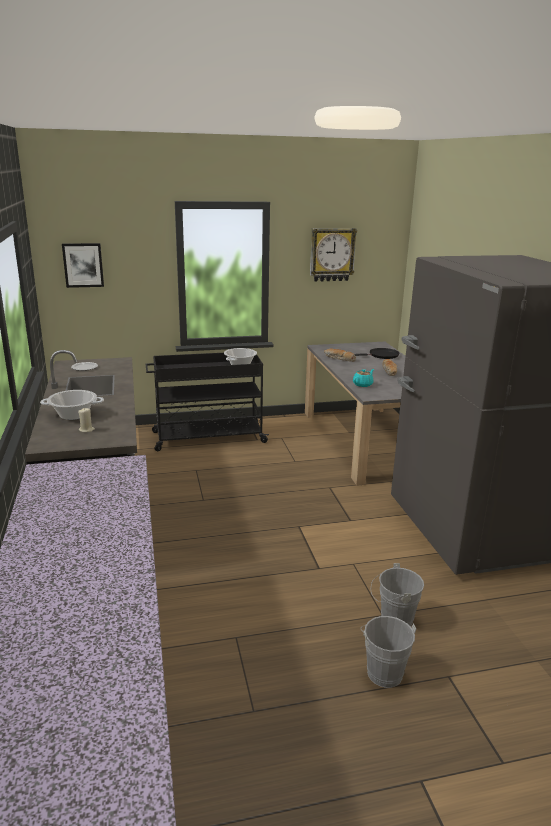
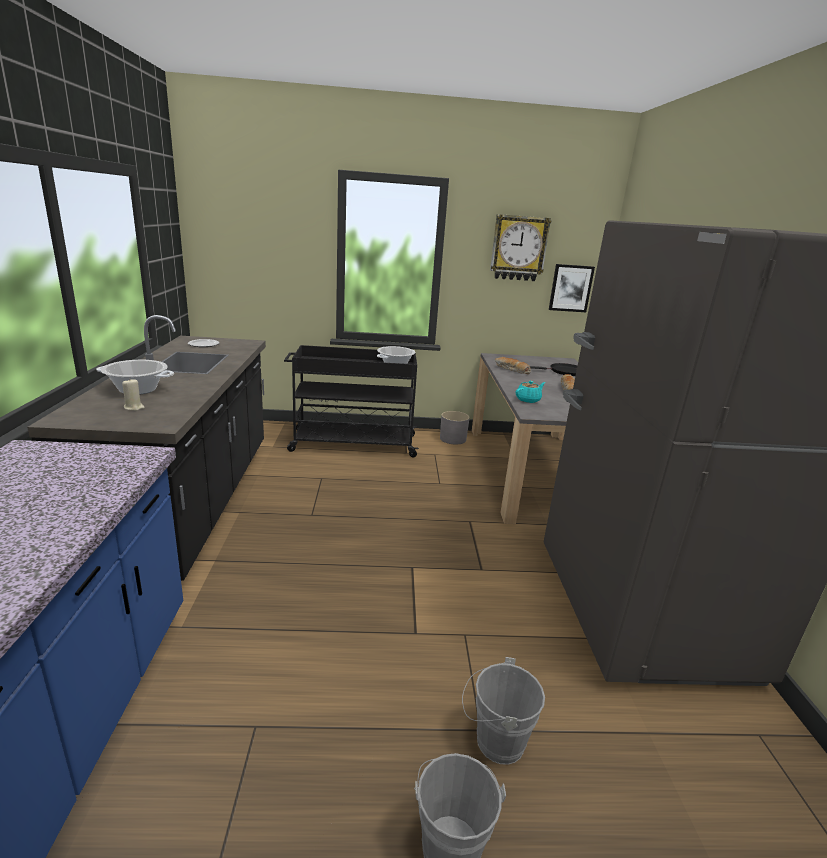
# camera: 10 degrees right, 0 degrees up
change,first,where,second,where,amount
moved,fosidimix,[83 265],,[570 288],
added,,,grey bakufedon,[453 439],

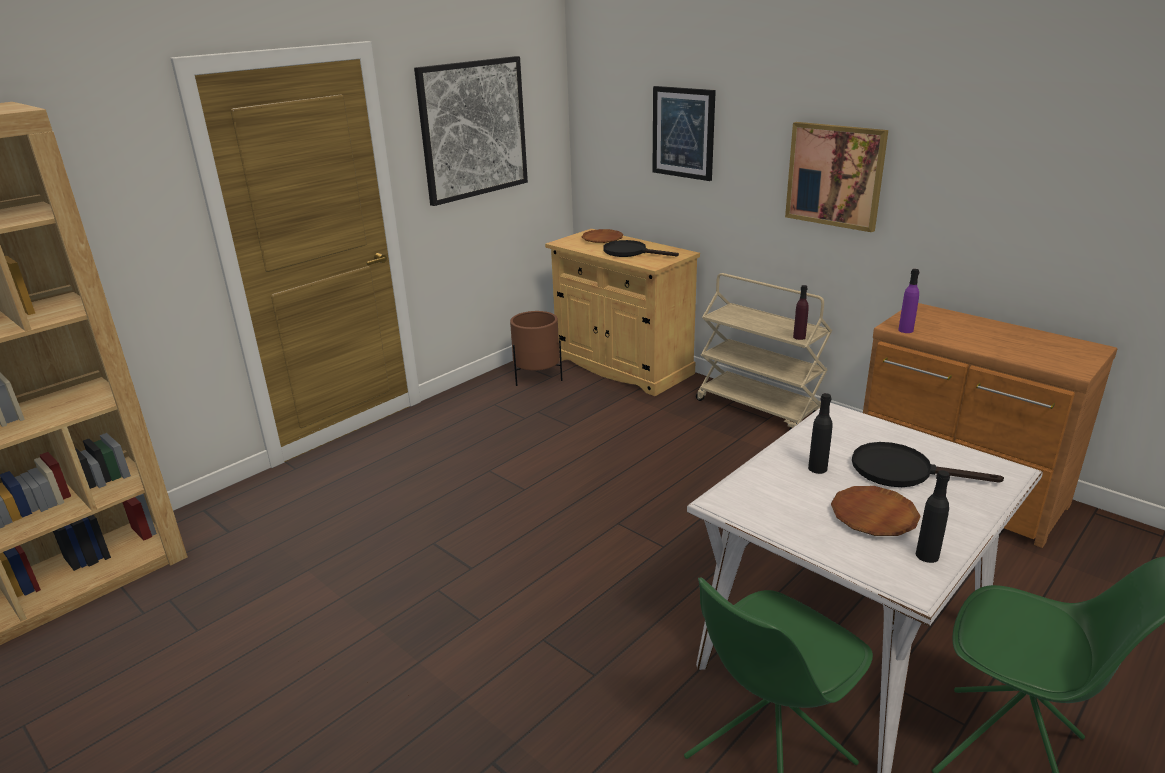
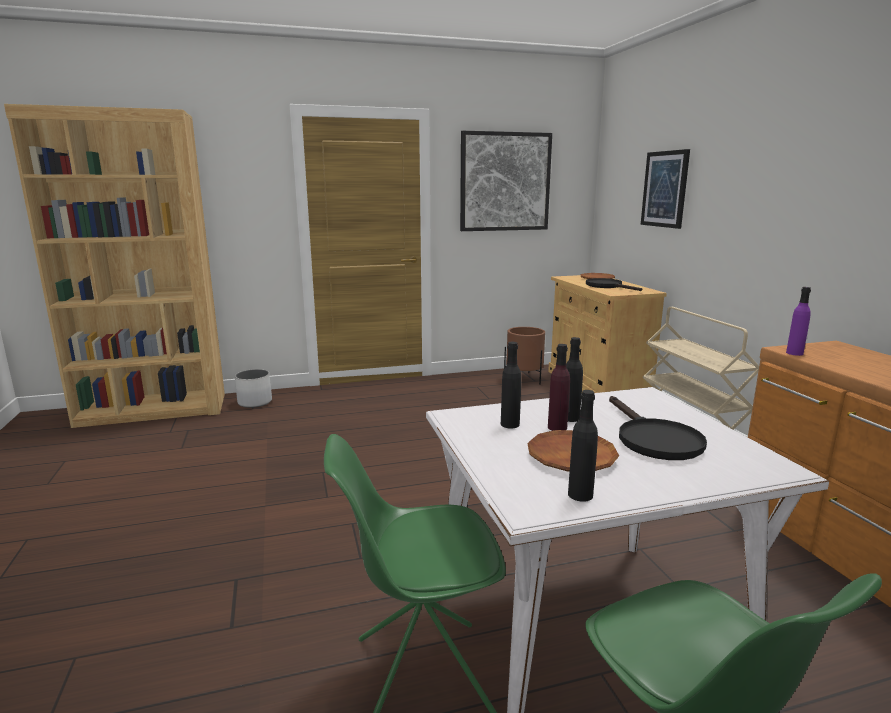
# camera: 30 degrees right, 10 degrees down
change,first,where,second,where,amount
removed,fosidimix,[835 175],,,
moved,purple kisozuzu,[799 337],,[557 427],
turned,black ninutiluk,[902 471],,[653 439],150 degrees counterclockwise
added,,,white bakufedon,[255 402],
added,,,black kisozuzu,[510 424],

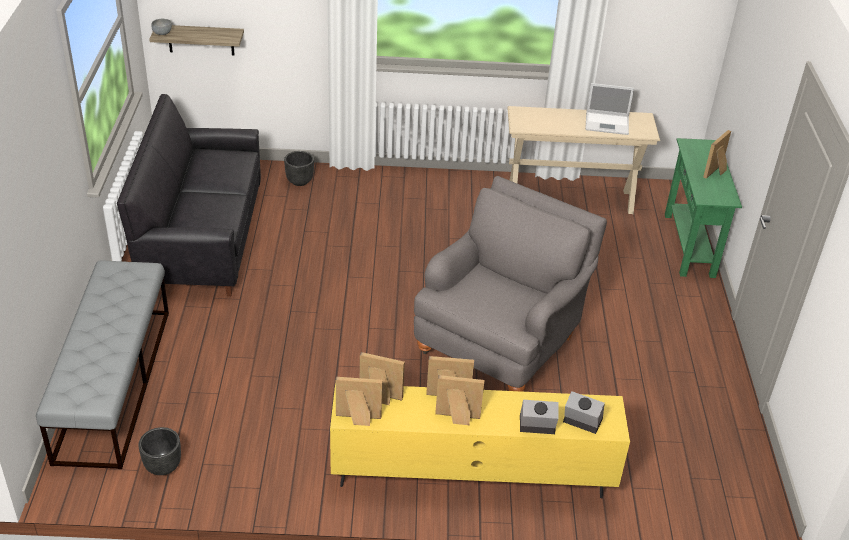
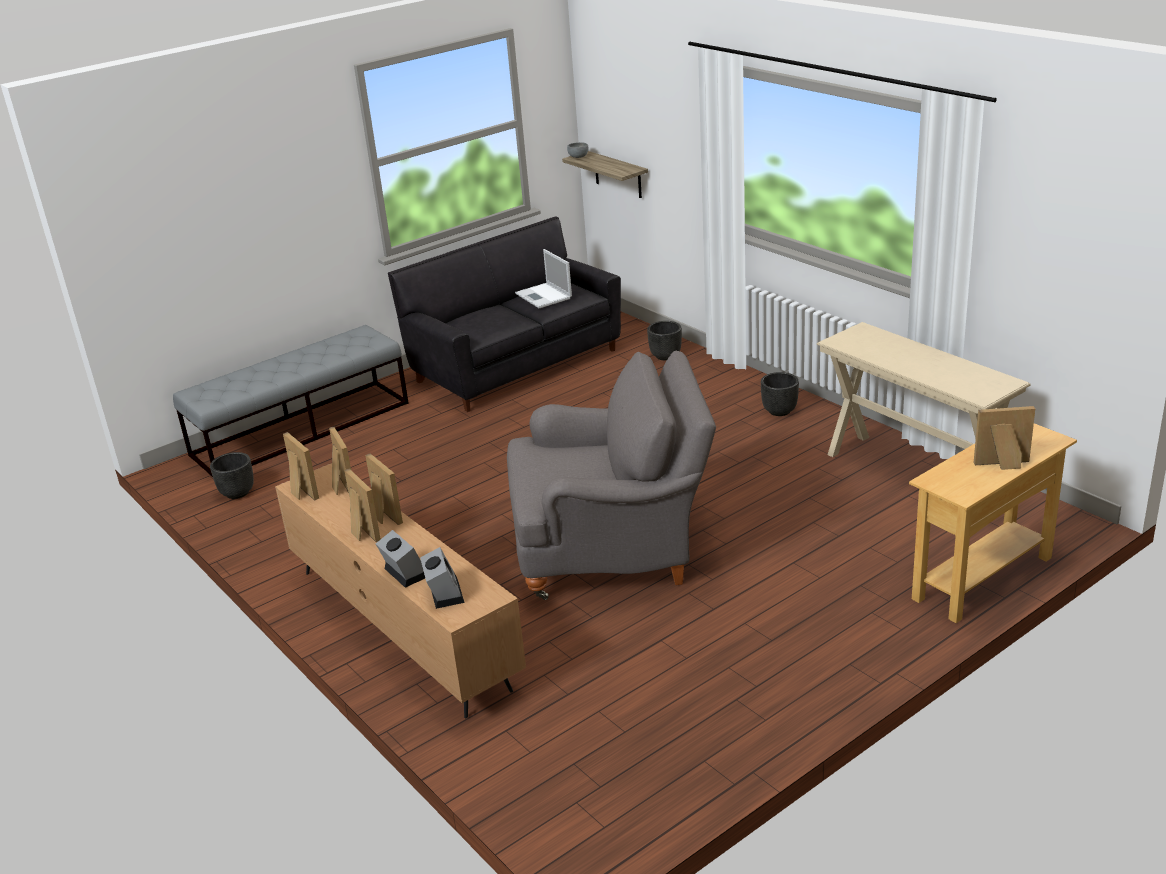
# camera: 55 degrees right, 10 degrees down
change,first,where,second,where,amount
recoloured,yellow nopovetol,[472 474],brown nopovetol,[403 628],
moved,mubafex,[608 123],,[544 296],
recoloured,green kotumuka,[689 245],beige kotumuka,[982 578],
added,,,black bakufedon,[780 411],

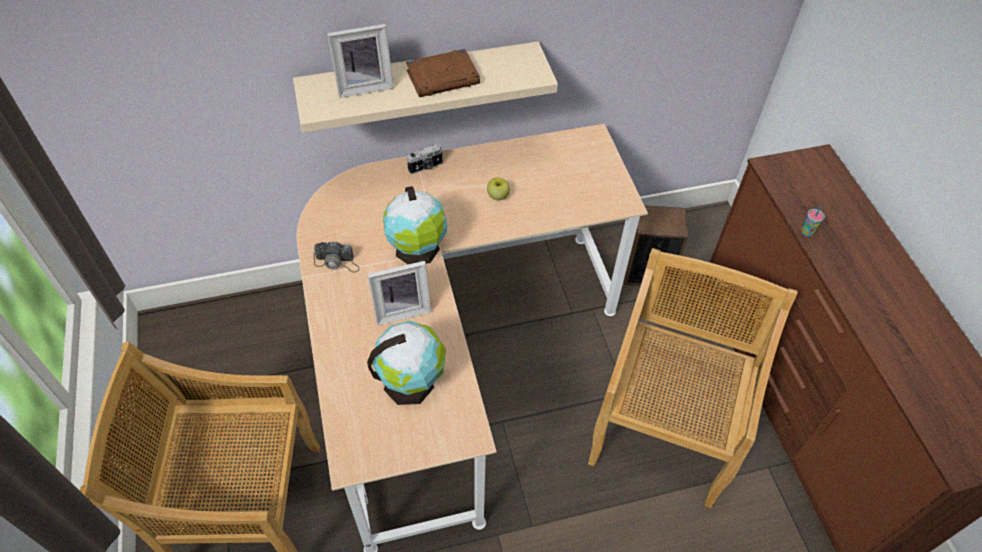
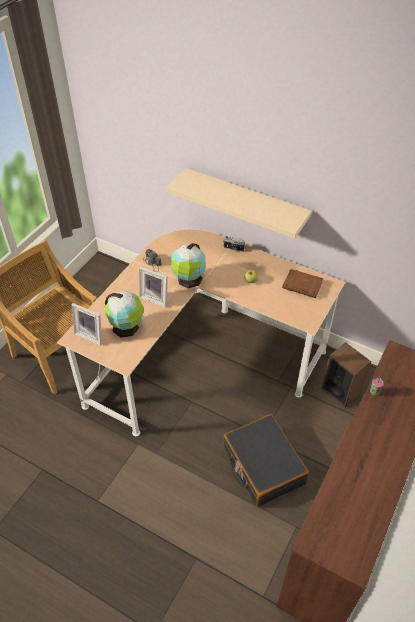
# camera: 45 degrees right, 5 degrees down
change,first,where,second,where,amount
moved,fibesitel,[364 85],,[91 335],
moved,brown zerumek,[443 77],,[302 285],
replaced,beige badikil,[664 429],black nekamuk,[263 465],

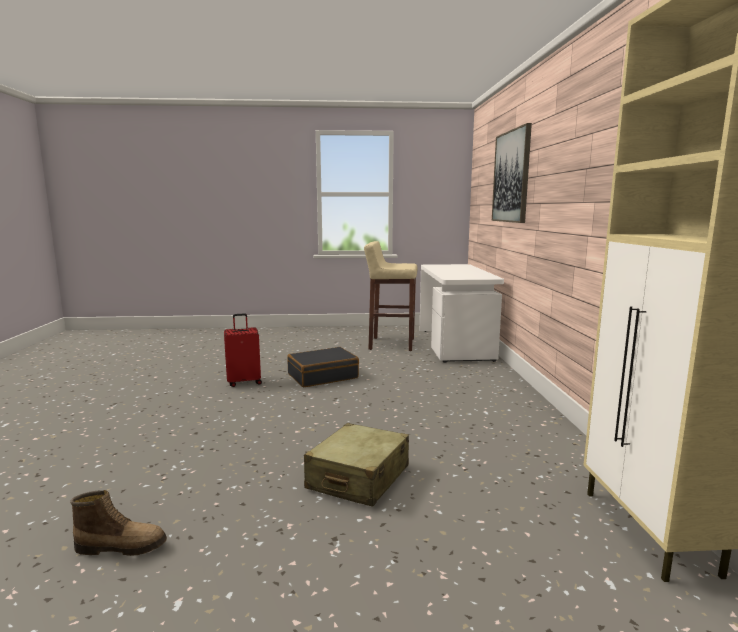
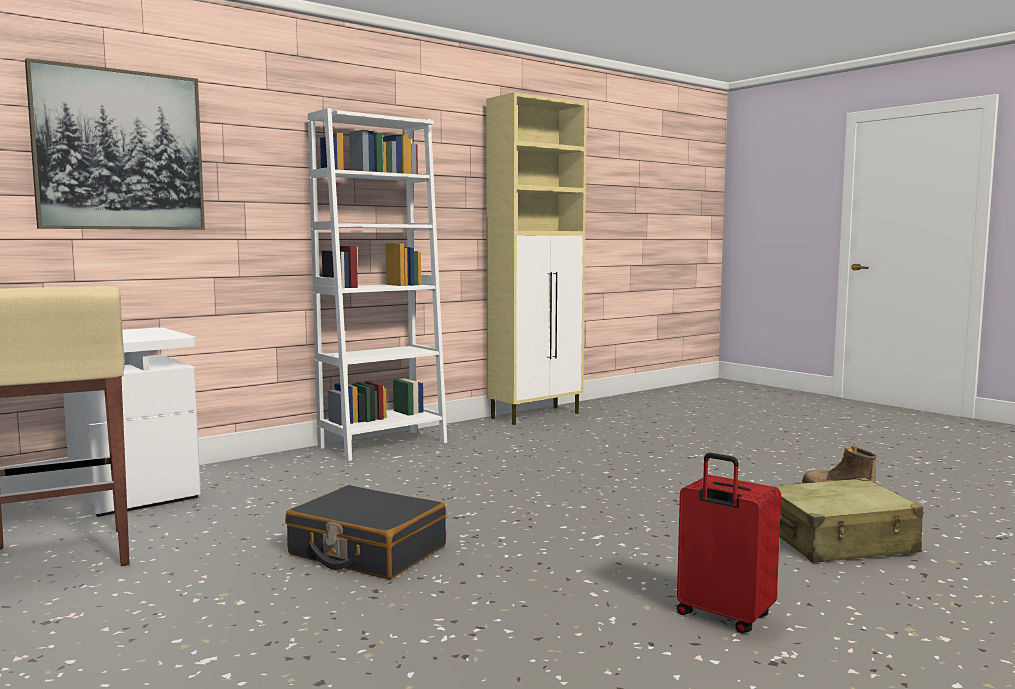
# camera: 125 degrees left, 5 degrees down
change,first,where,second,where,amount
moved,red nekamuk,[244 382],,[723 617],
moved,beige nekamuk,[358 478],,[840 541],
added,,,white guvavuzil,[383 445],

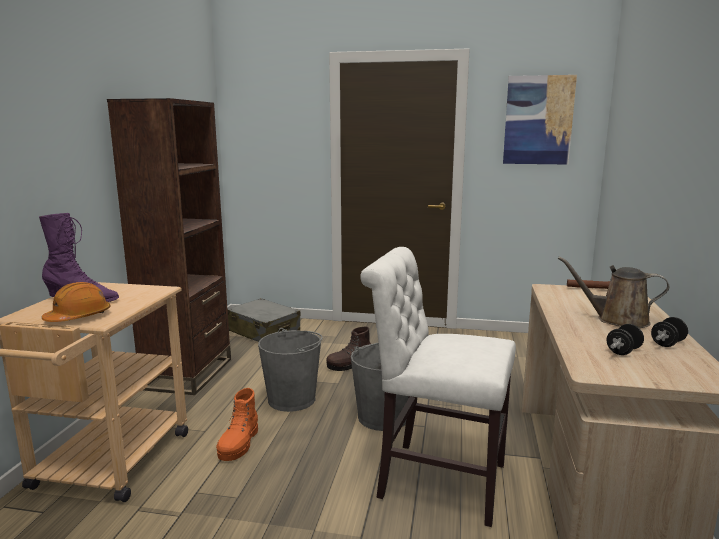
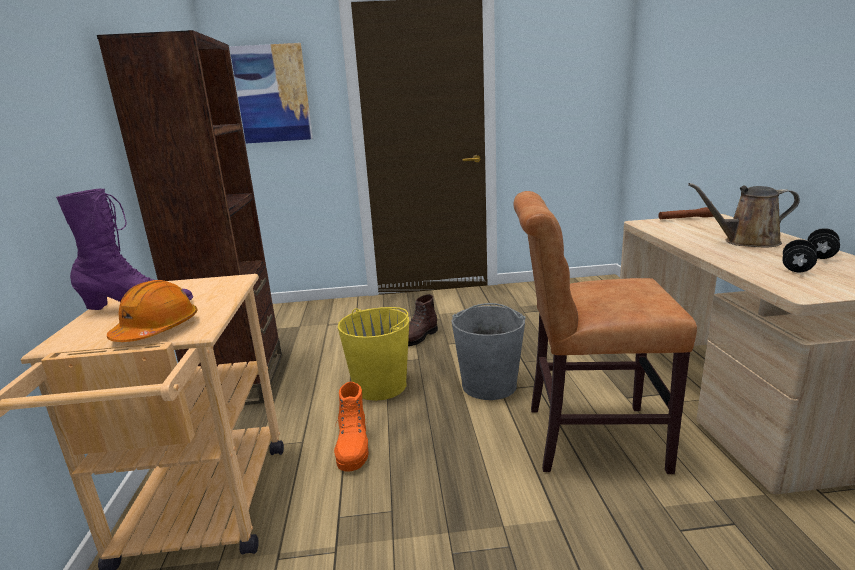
# camera: 15 degrees left, 5 degrees up
change,first,where,second,where,amount
removed,grey nekamuk,[263 332],,,
recoloured,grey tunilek,[292 399],yellow tunilek,[380 385],
recoloured,white badikil,[435 479],brown badikil,[586 438],
moved,fosidimix,[538 120],,[273 94],

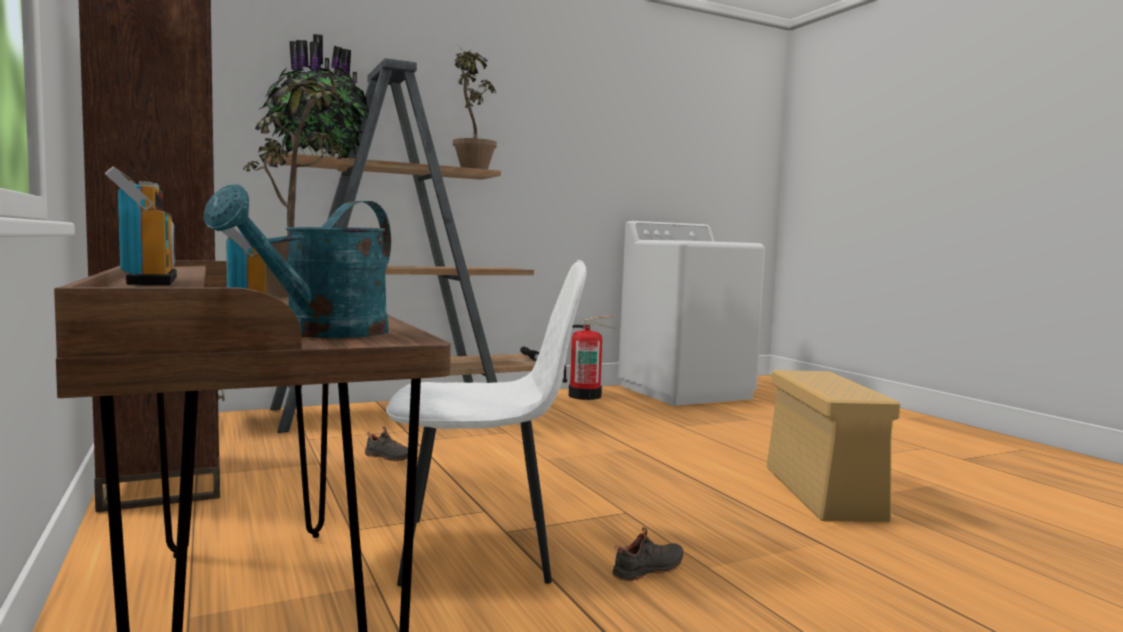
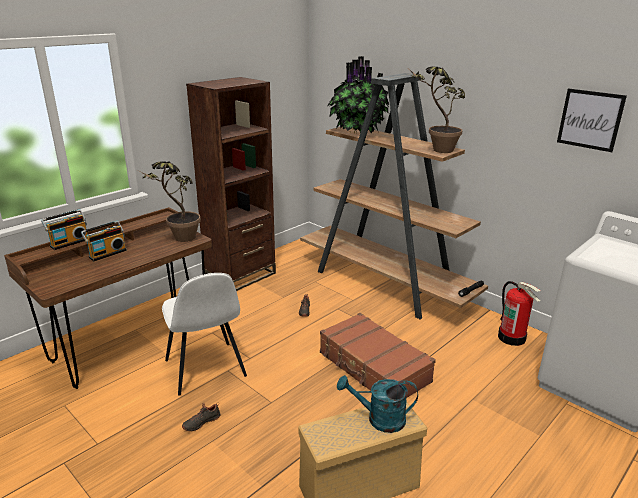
# camera: 70 degrees right, 20 degrees up
change,first,where,second,where,amount
moved,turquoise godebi,[323 334],,[379 419],
turned,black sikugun,[649 570],,[201 422],105 degrees clockwise
added,,,brown nekamuk,[373 368],
added,,,fosidimix,[590 119],

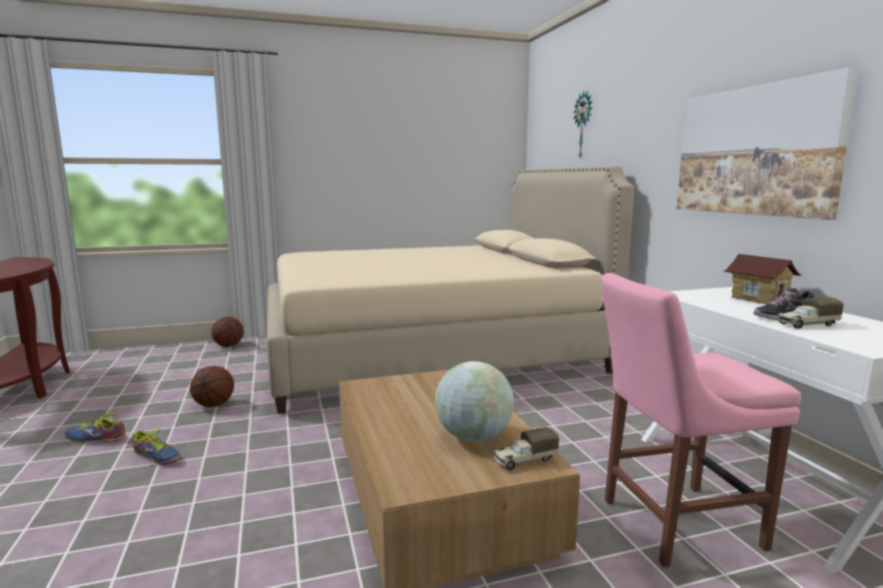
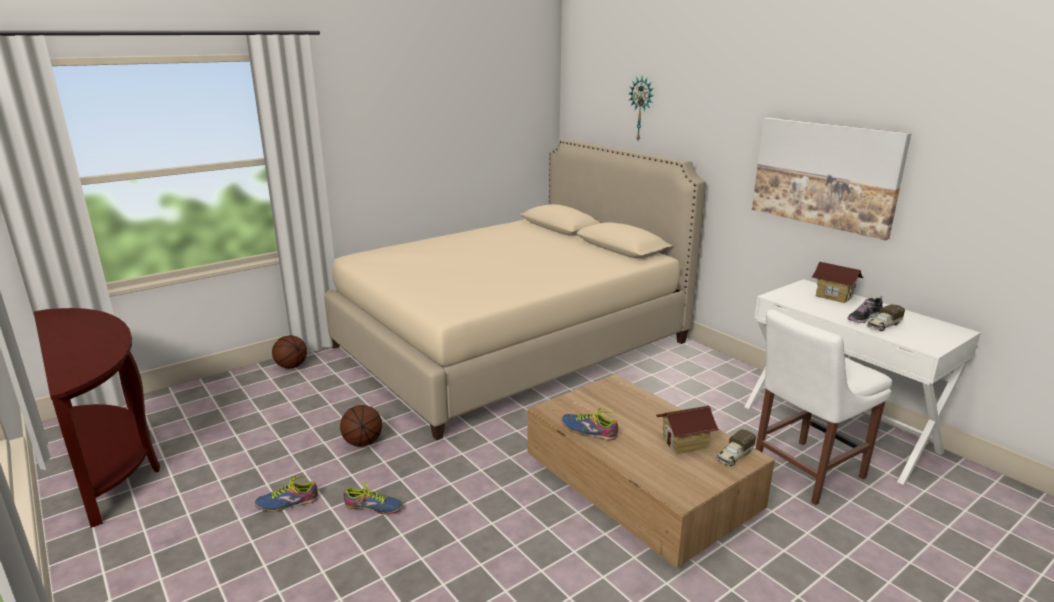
# camera: 20 degrees left, 10 degrees up
change,first,where,second,where,amount
replaced,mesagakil,[474 437],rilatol,[685 444],
recoloured,pink badikil,[673 523],white badikil,[804 472],
added,,,sikugun,[589 431],

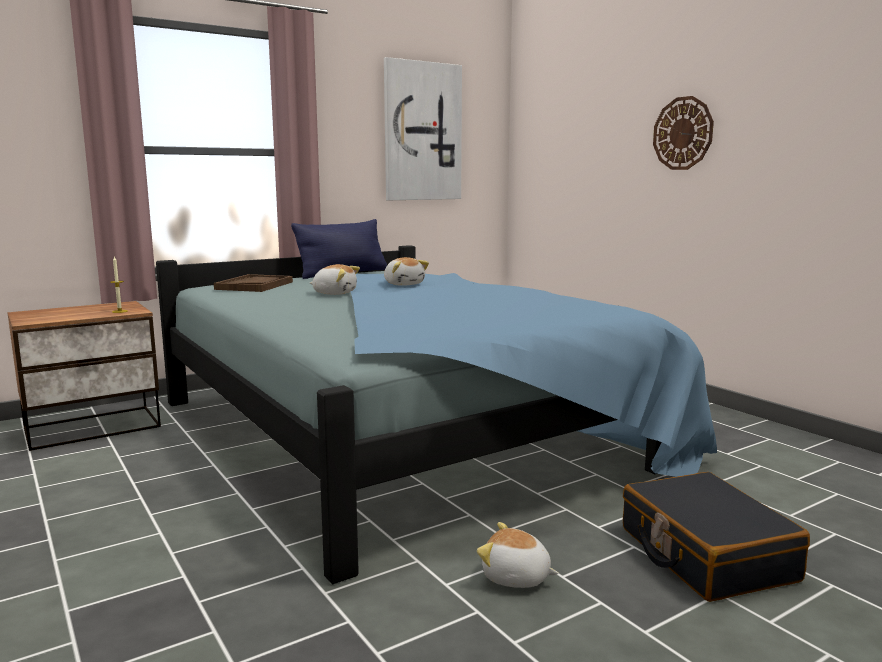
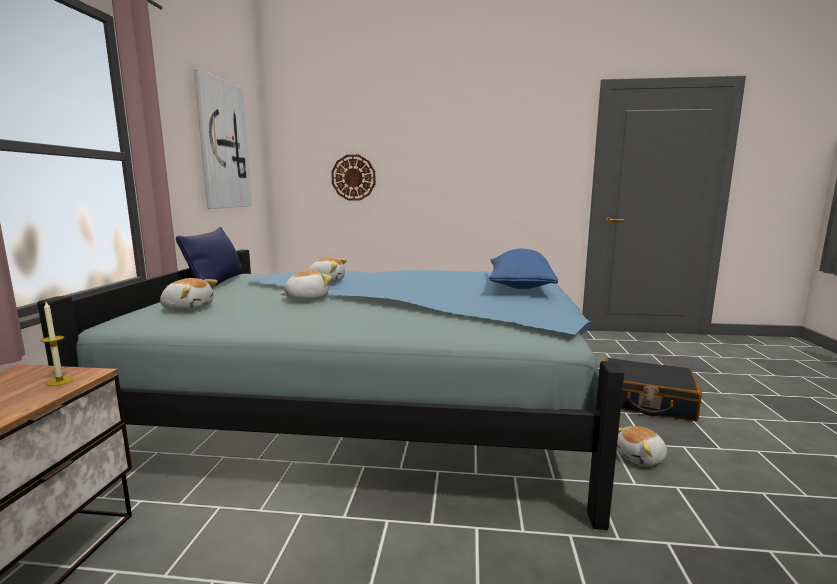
# camera: 50 degrees left, 0 degrees up
change,first,where,second,where,amount
replaced,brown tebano,[254 285],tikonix,[188 309],
moved,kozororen,[683 133],,[353 177],
added,,,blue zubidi,[519 286],

